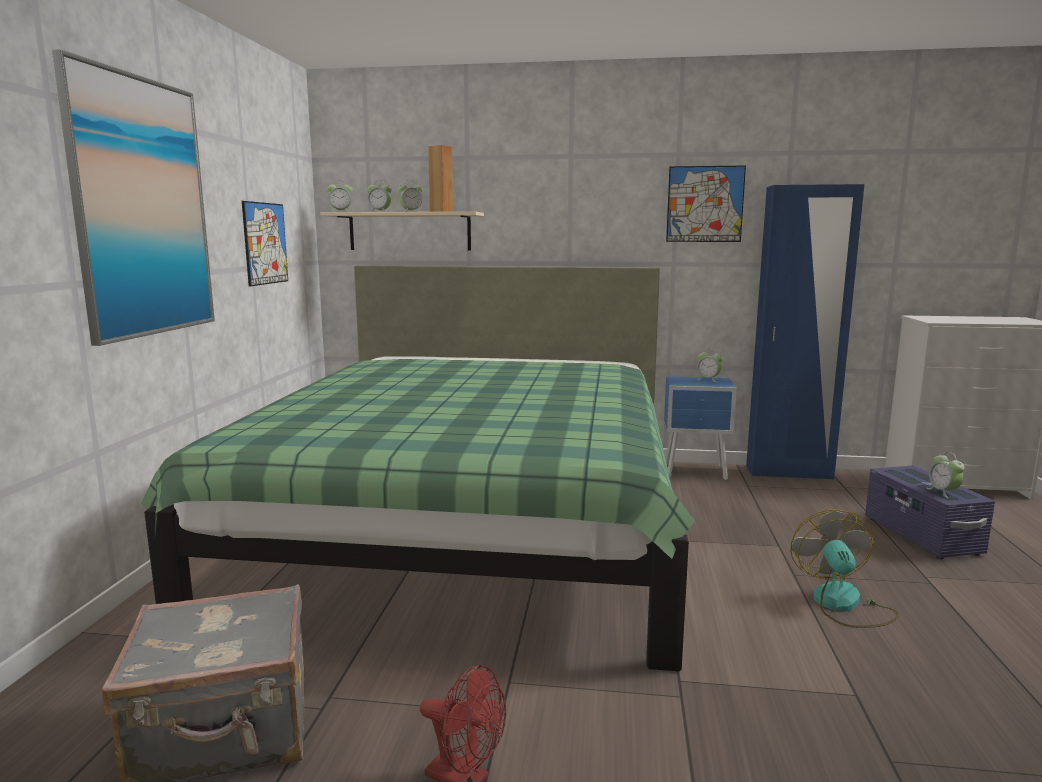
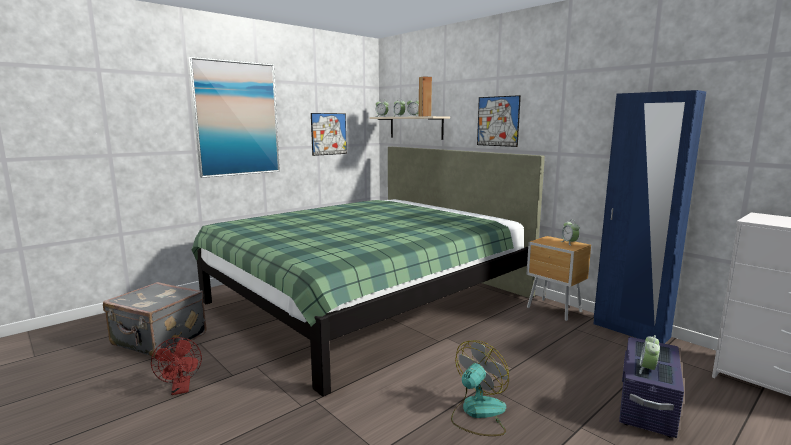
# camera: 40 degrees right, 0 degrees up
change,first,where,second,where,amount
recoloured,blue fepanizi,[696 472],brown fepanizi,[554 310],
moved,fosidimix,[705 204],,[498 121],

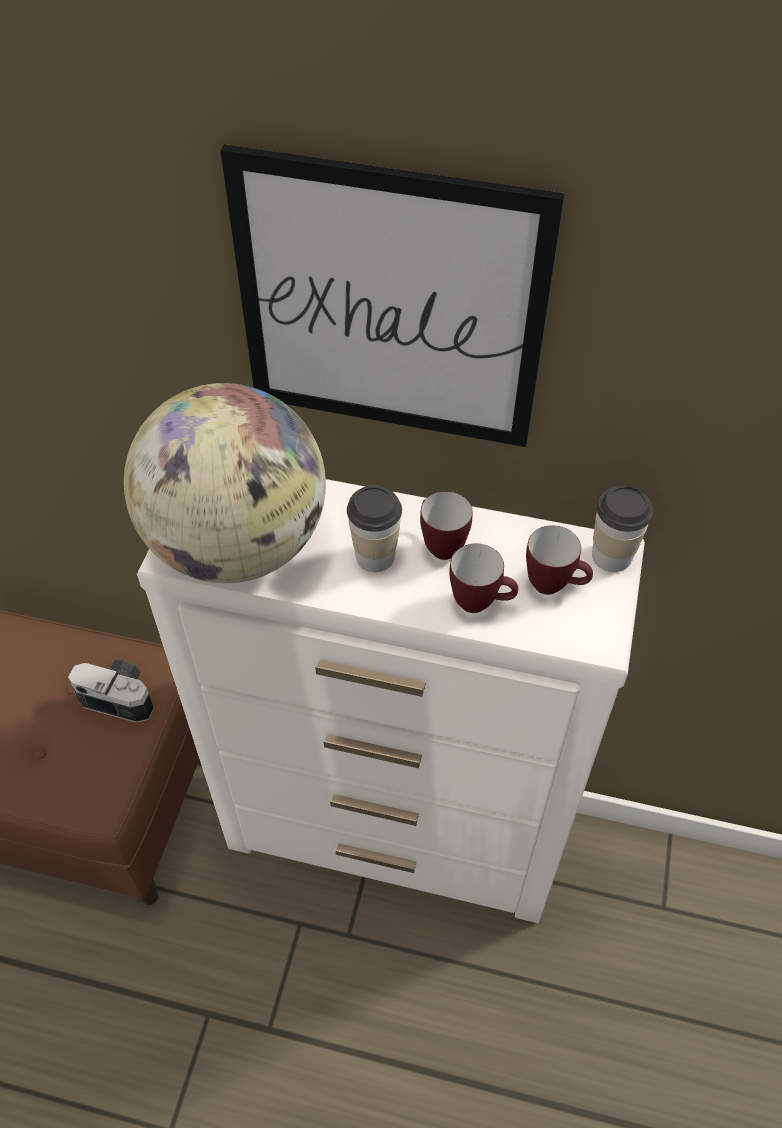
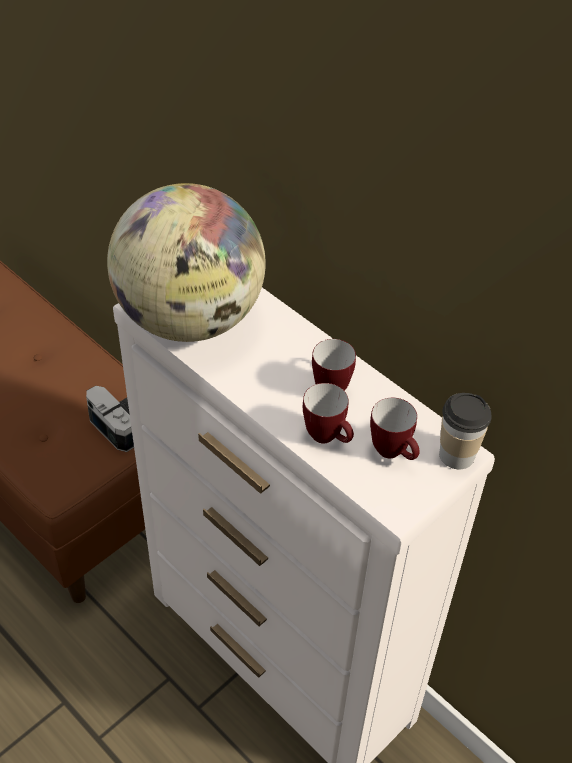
# camera: 30 degrees right, 5 degrees down
change,first,where,second,where,amount
removed,fosidimix,[390 306],,,
removed,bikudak,[375 556],,,

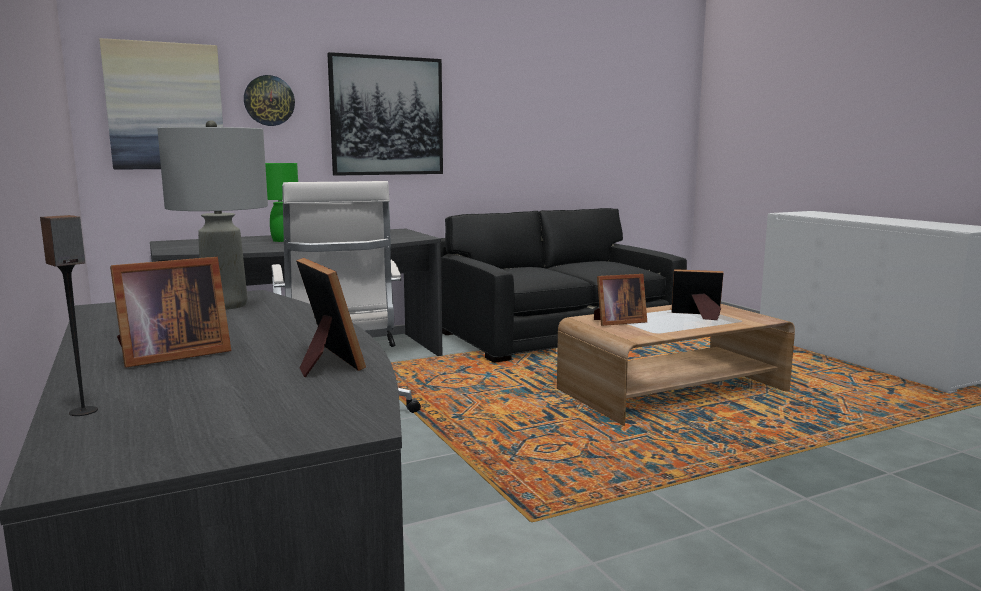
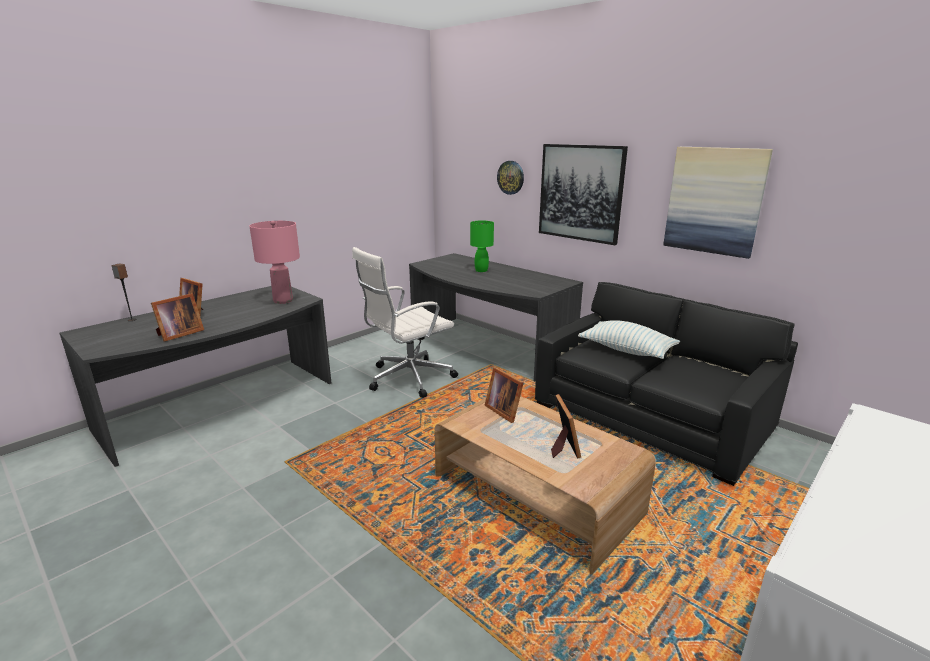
# camera: 70 degrees right, 10 degrees up
change,first,where,second,where,amount
moved,fosidimix,[165 106],,[714 201],
recoloured,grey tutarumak,[226 305],pink tutarumak,[283 301],
added,,,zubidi,[627 350],

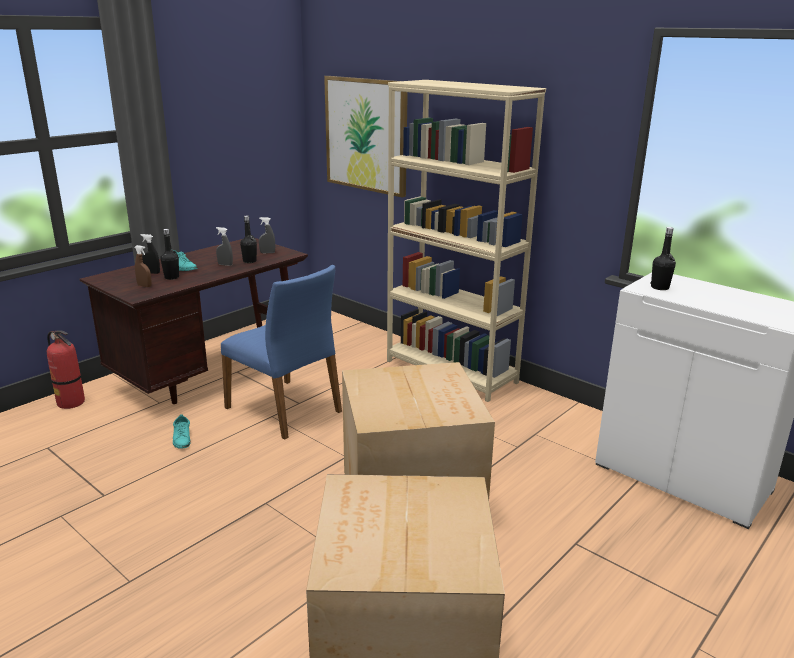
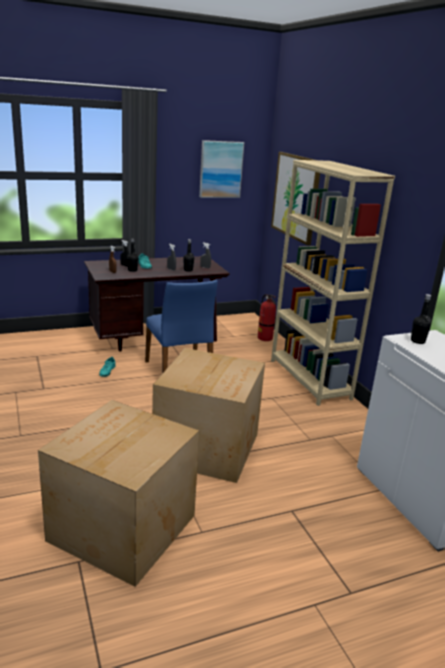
# camera: 25 degrees right, 0 degrees up
change,first,where,second,where,amount
moved,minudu,[71 403],,[265 338],
added,,,fosidimix,[221 169],

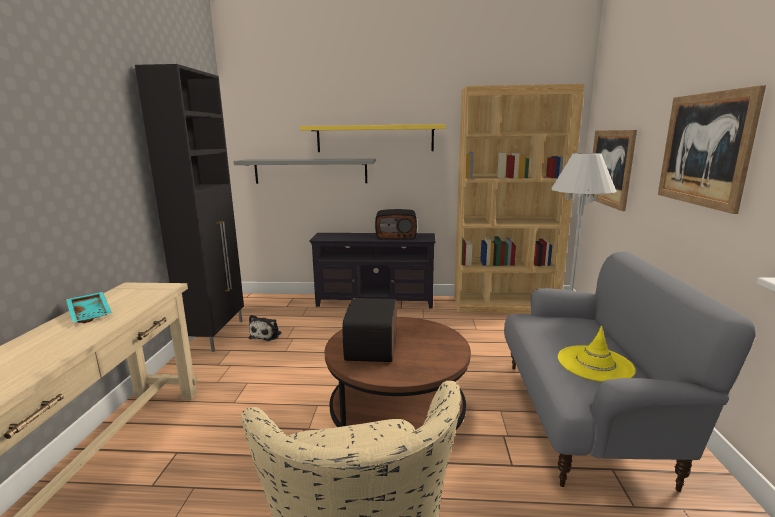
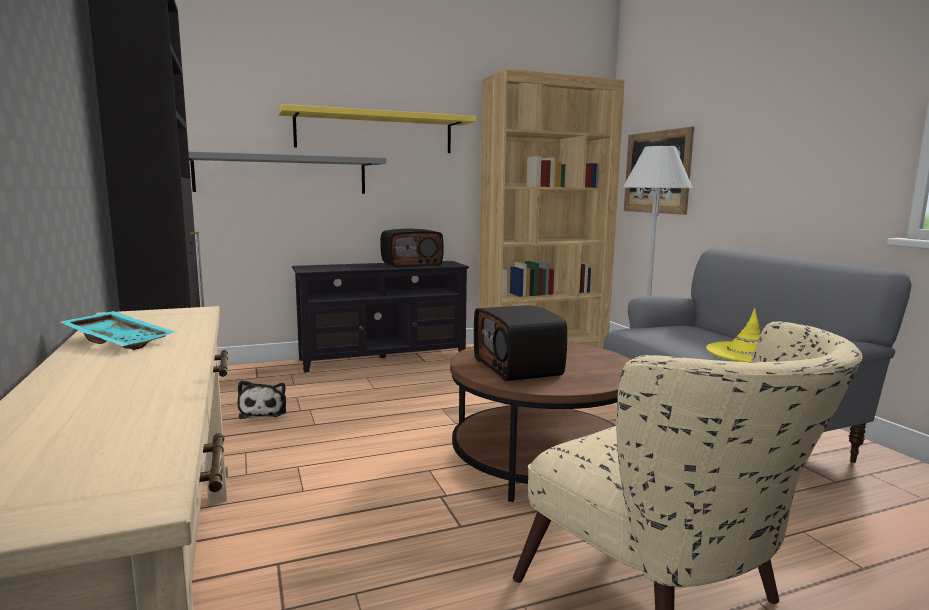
# camera: 25 degrees left, 5 degrees down
change,first,where,second,where,amount
removed,fosidimix,[704 149],,,

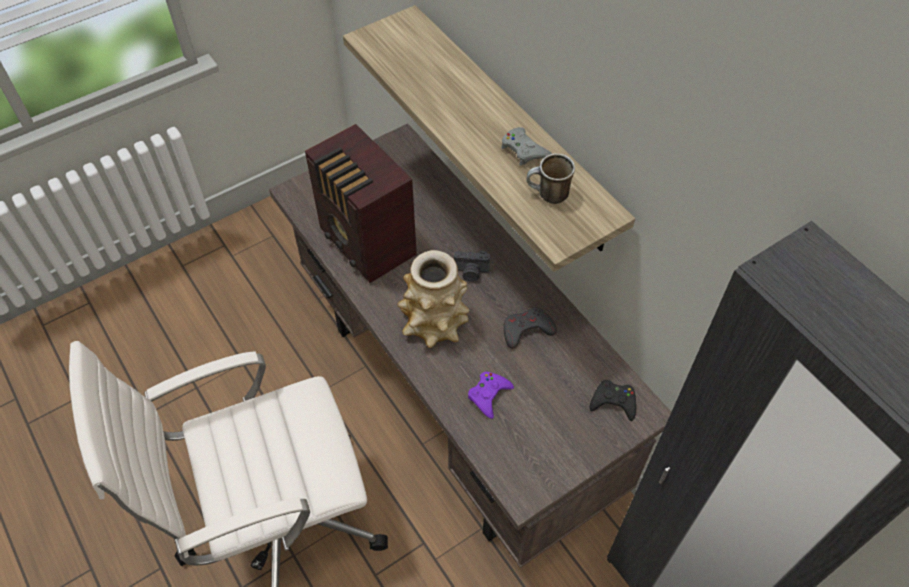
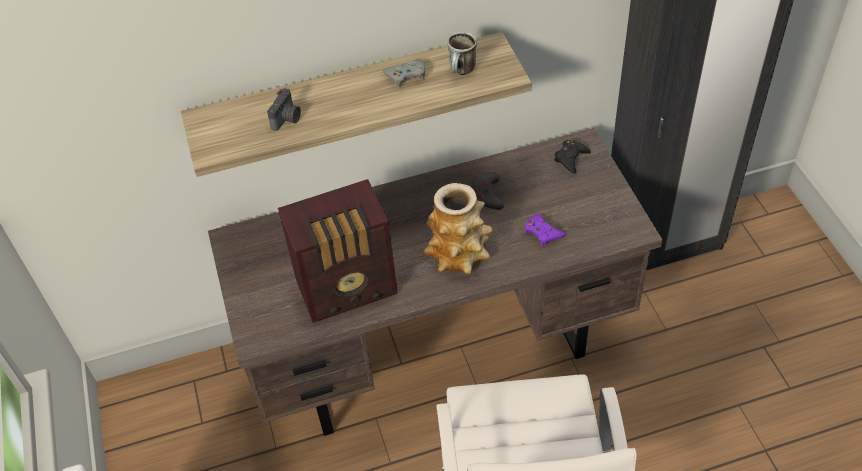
# camera: 70 degrees left, 5 degrees down
change,first,where,second,where,amount
moved,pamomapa,[471 272],,[287 119],

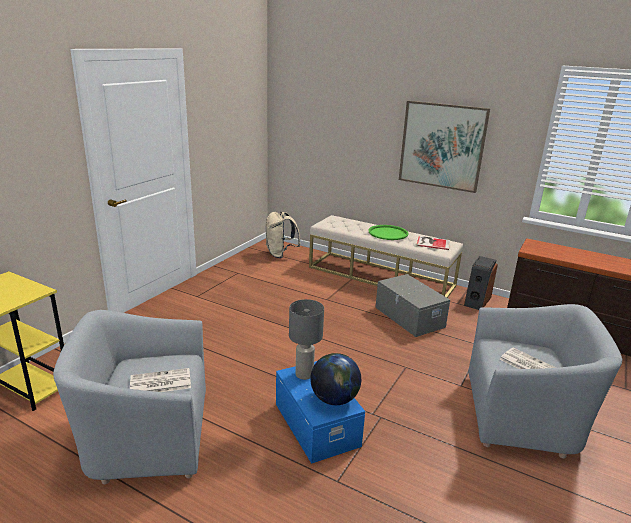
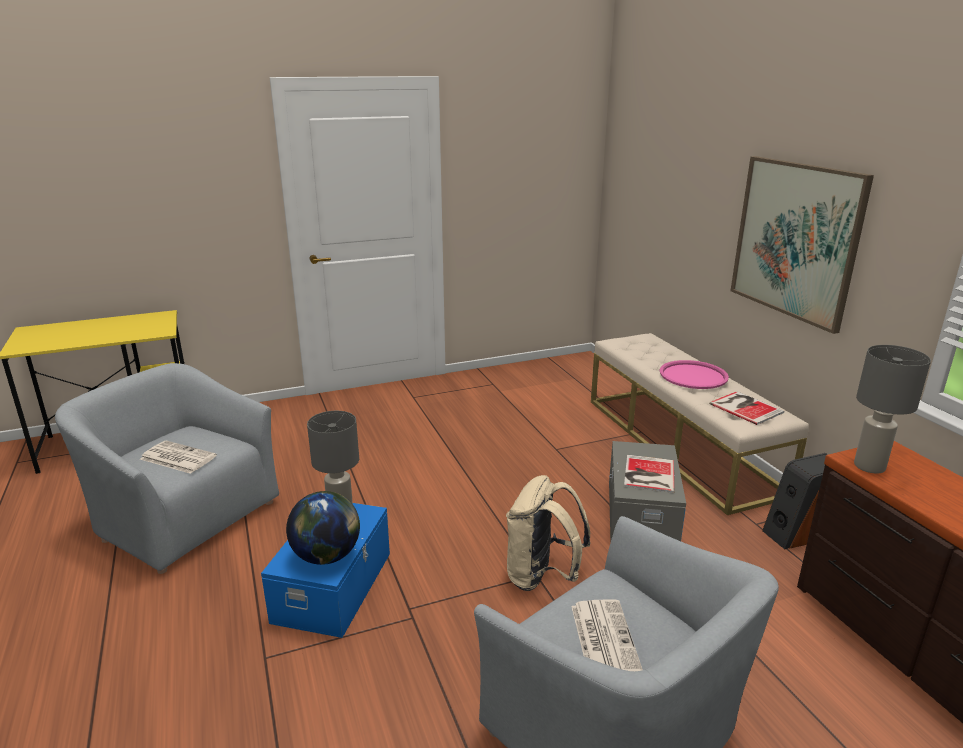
# camera: 40 degrees right, 0 degrees up
change,first,where,second,where,amount
moved,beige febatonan,[280 254],,[542 577],
recoloured,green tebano,[388 233],pink tebano,[693 376],
added,,,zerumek,[647 474],
added,,,grey tutarumak,[868 466],

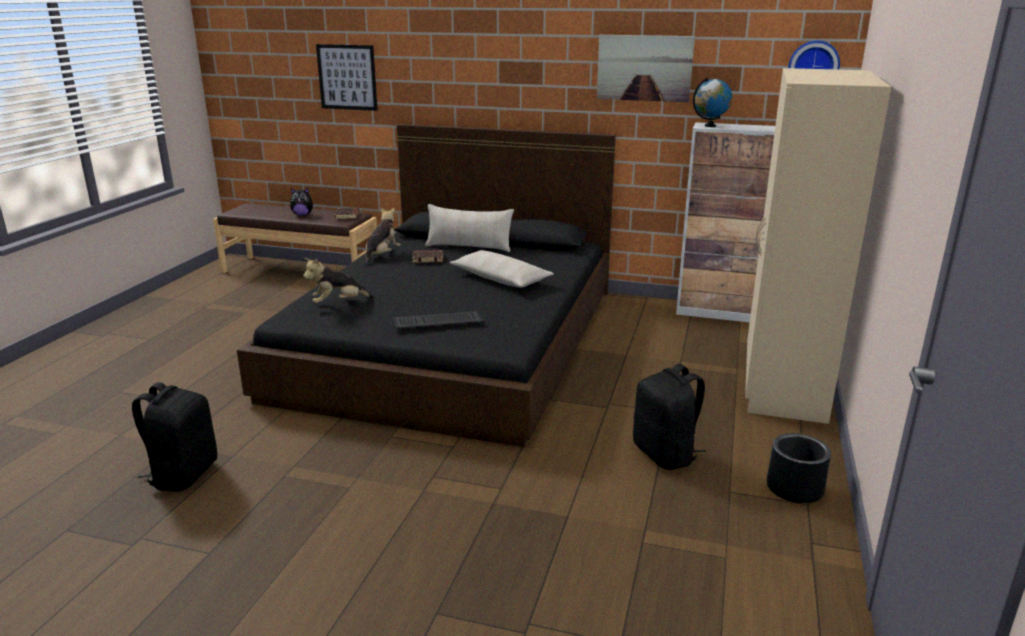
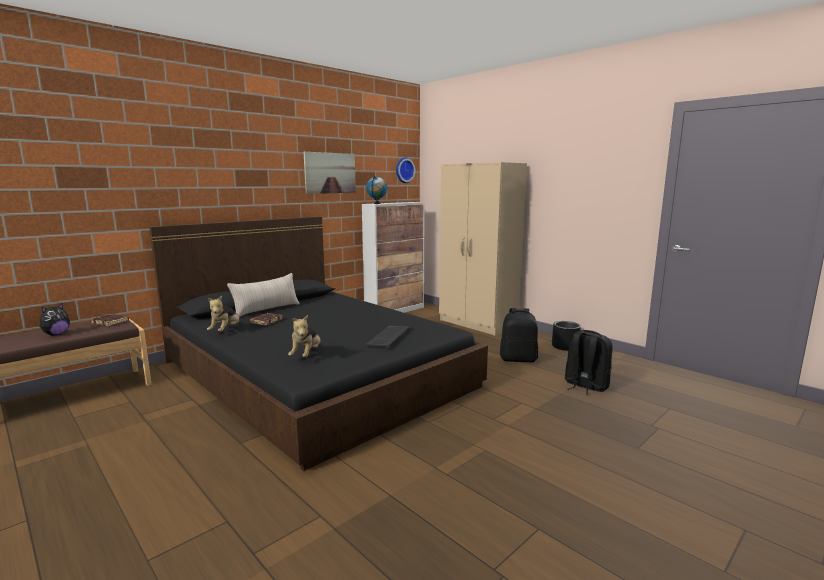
# camera: 60 degrees left, 10 degrees down
change,first,where,second,where,amount
moved,black febatonan,[183 474],,[585 386],
removed,fosidimix,[347 77],,,
turned,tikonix,[382 255],,[225 331],135 degrees counterclockwise
removed,beige zubidi,[500 279],,,

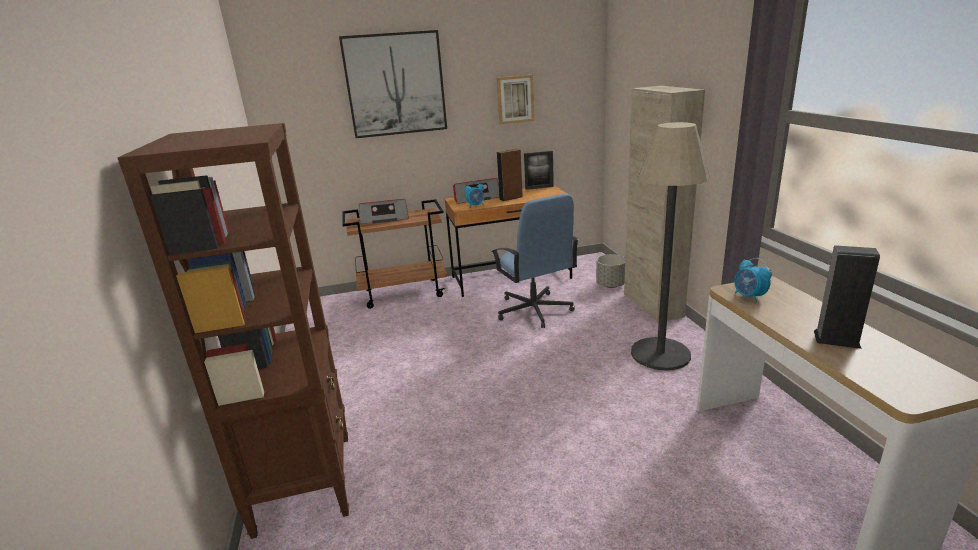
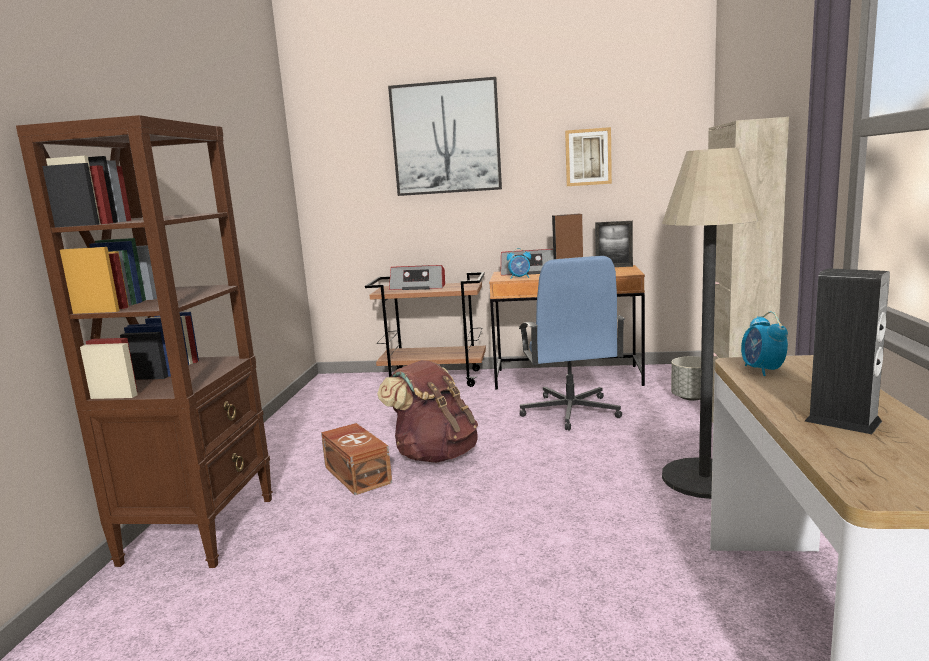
# camera: 20 degrees right, 10 degrees down
change,first,where,second,where,amount
added,,,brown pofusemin,[358 474],
added,,,brown febatonan,[435 455],

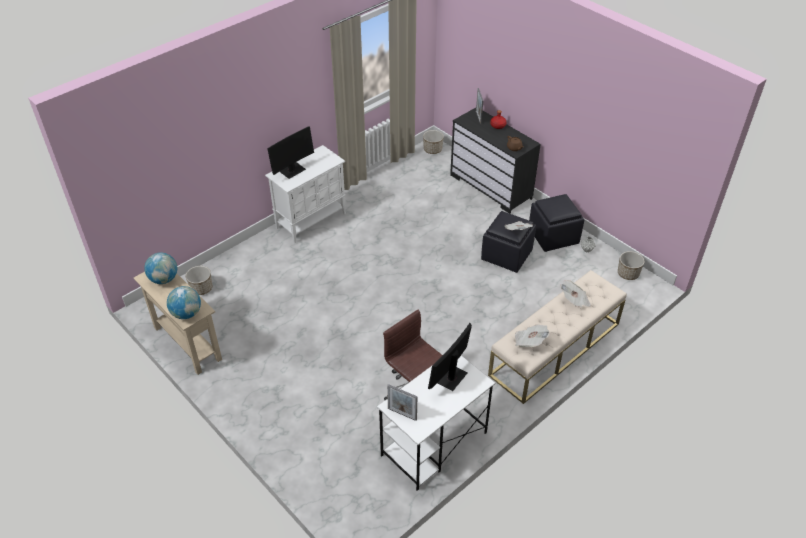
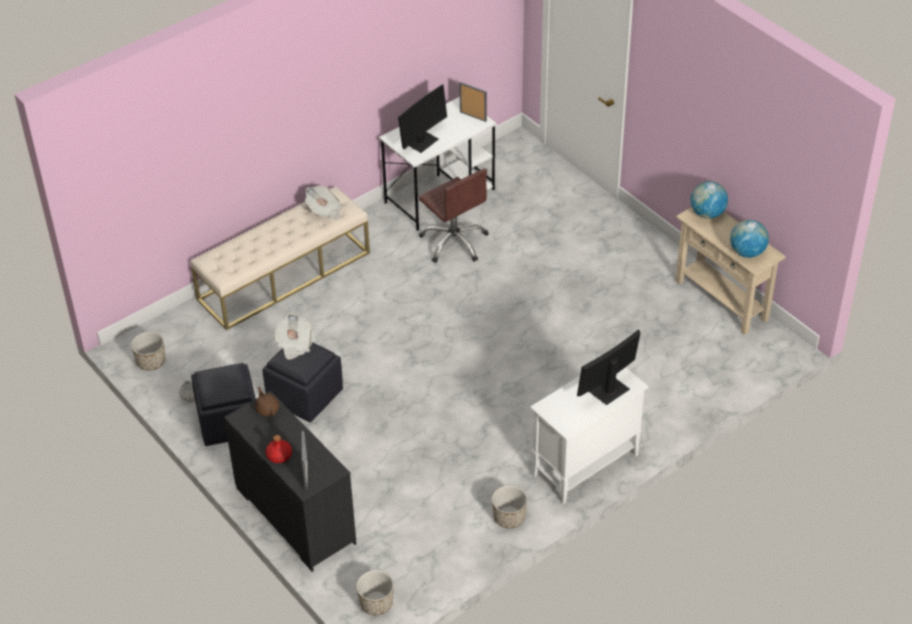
# camera: 175 degrees left, 0 degrees up
change,first,where,second,where,amount
moved,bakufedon,[201 288],,[509 517],
removed,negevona,[574 300],,,

